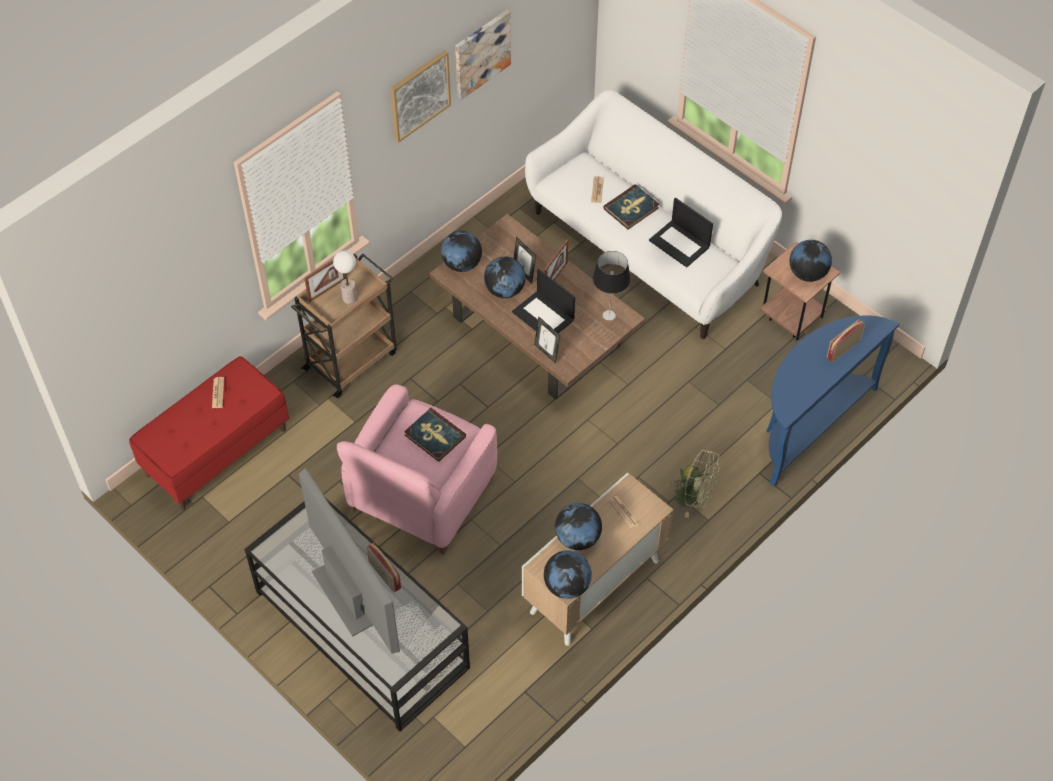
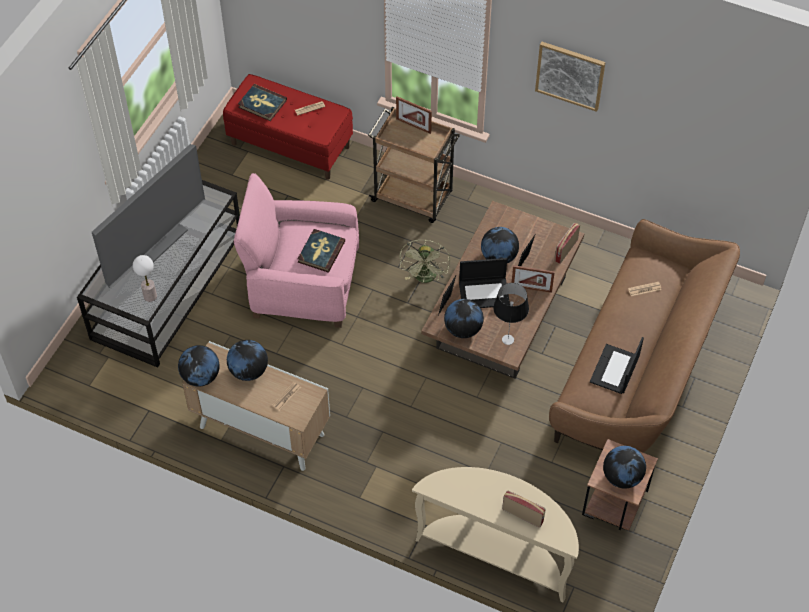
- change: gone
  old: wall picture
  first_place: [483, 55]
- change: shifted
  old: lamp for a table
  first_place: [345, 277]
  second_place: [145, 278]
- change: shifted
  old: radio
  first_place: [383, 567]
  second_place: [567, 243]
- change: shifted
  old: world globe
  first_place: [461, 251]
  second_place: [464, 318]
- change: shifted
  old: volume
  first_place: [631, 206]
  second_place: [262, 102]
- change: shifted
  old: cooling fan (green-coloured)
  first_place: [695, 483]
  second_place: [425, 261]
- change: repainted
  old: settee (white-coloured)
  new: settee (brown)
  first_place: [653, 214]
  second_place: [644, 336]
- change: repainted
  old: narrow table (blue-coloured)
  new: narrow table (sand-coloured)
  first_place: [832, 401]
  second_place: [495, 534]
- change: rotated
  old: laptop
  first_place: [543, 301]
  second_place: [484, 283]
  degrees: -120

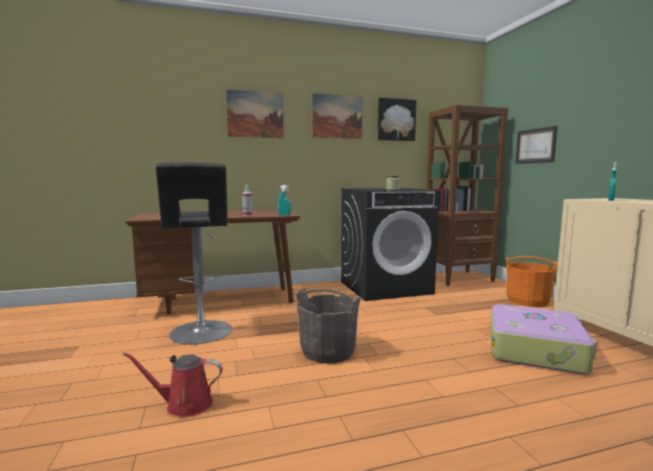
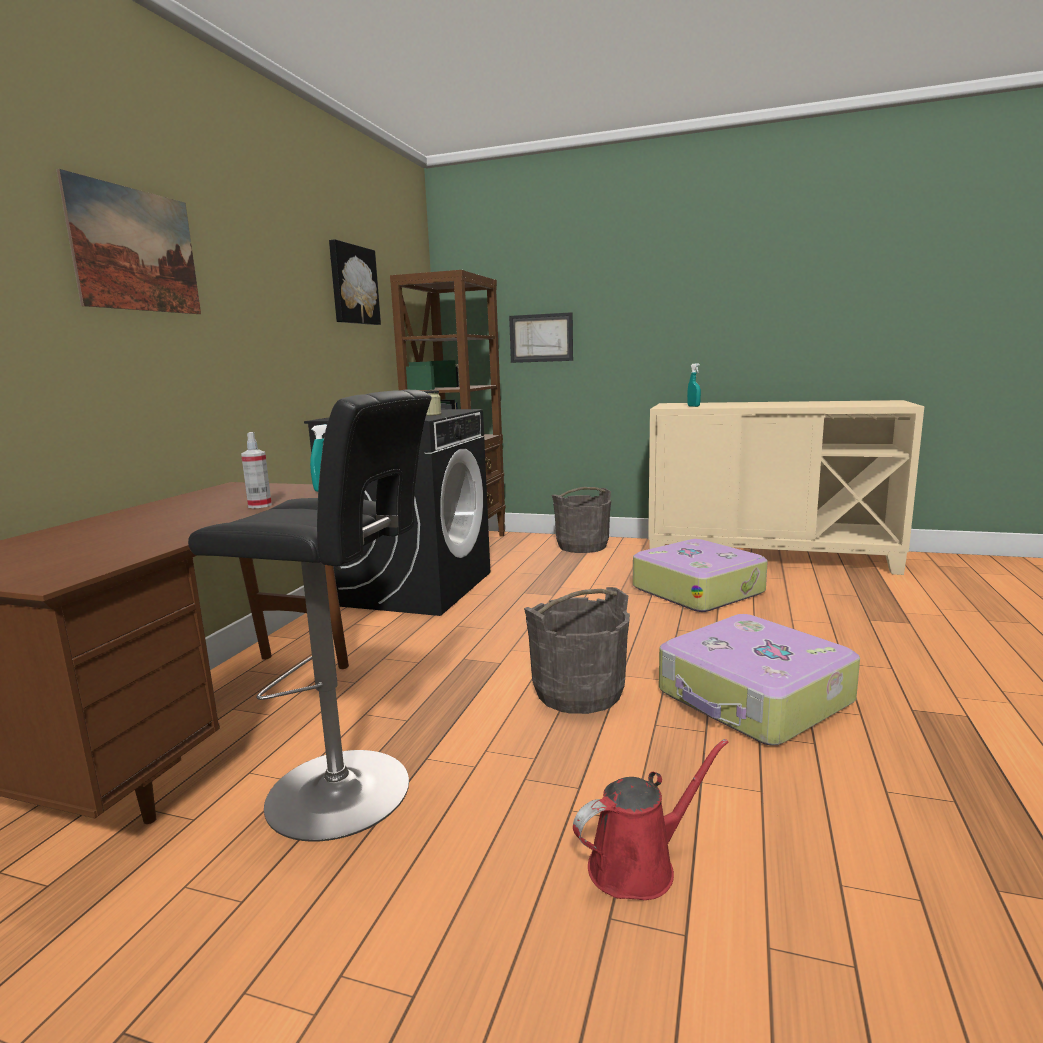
- change: gone
  old: wall picture
  first_place: [337, 116]
- change: new
  new: suitcase
  second_place: [759, 680]
- change: repainted
  old: pail (orange)
  new: pail (grey)
  first_place: [532, 281]
  second_place: [581, 520]
- change: rotated
  old: sprinkling can (red)
  first_place: [172, 384]
  second_place: [651, 819]
  degrees: -150

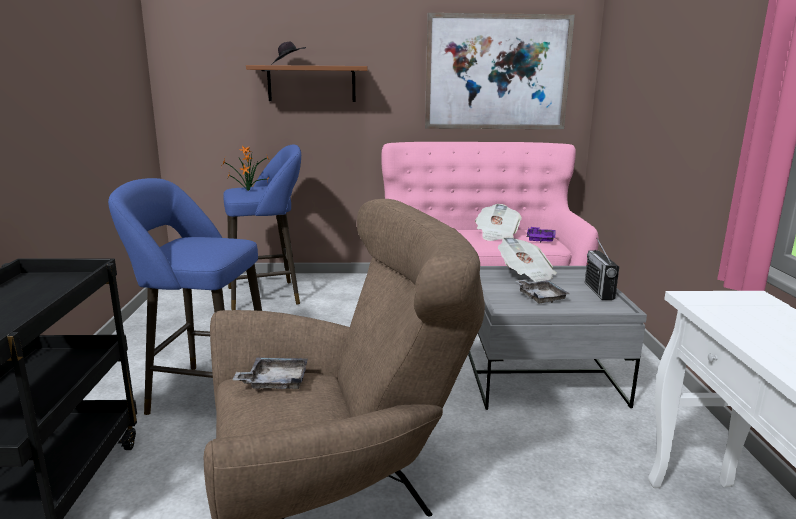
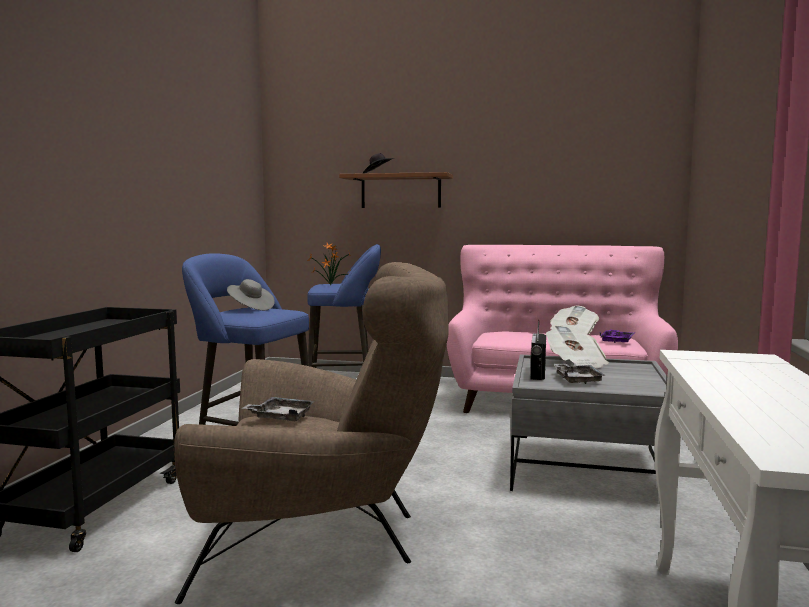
- change: gone
  old: wall picture
  first_place: [500, 71]
- change: new
  new: clothing hat (grey)
  second_place: [251, 295]
- change: shifted
  old: radio
  first_place: [602, 269]
  second_place: [538, 350]

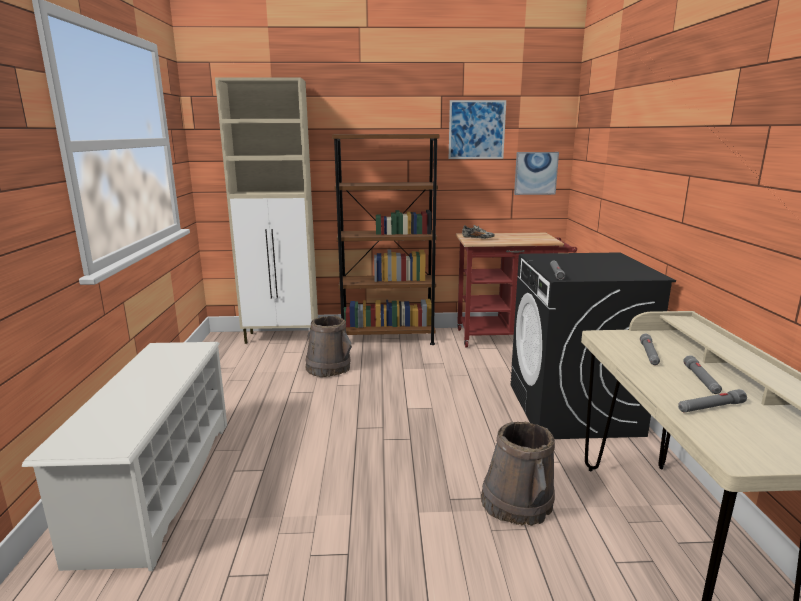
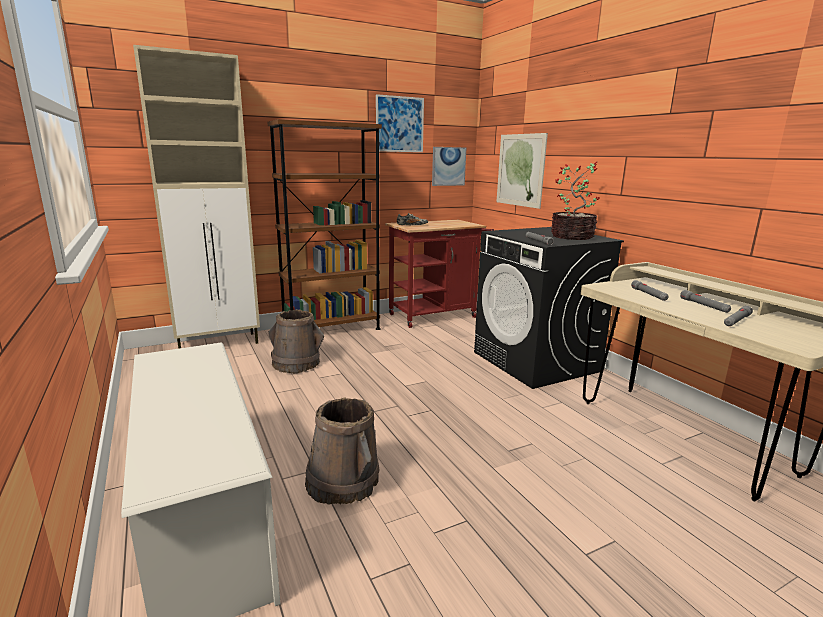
- change: new
  new: wall picture
  second_place: [522, 171]
- change: new
  new: plant in a pot
  second_place: [575, 201]
- change: shifted
  old: pail (brown)
  first_place: [518, 474]
  second_place: [342, 450]

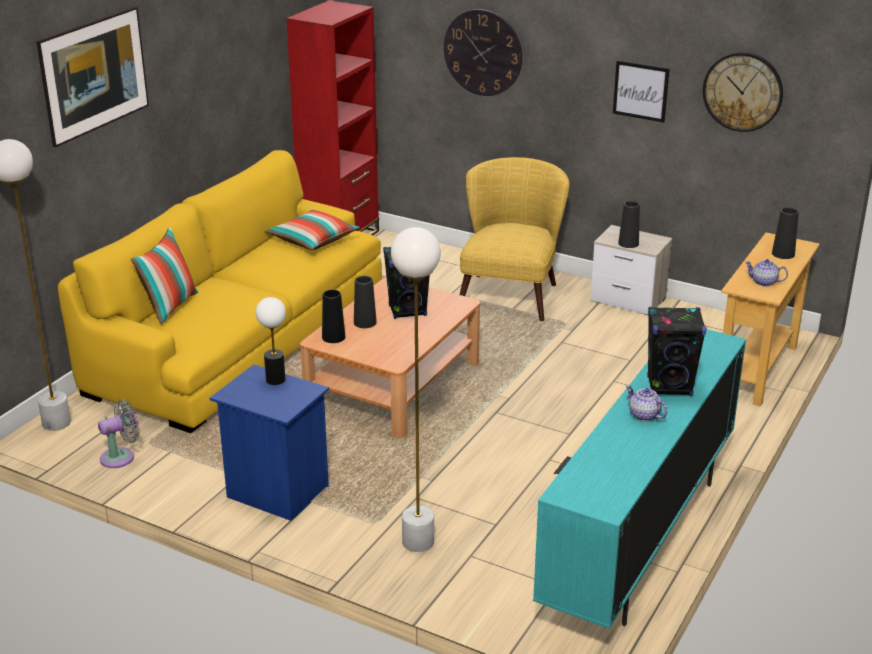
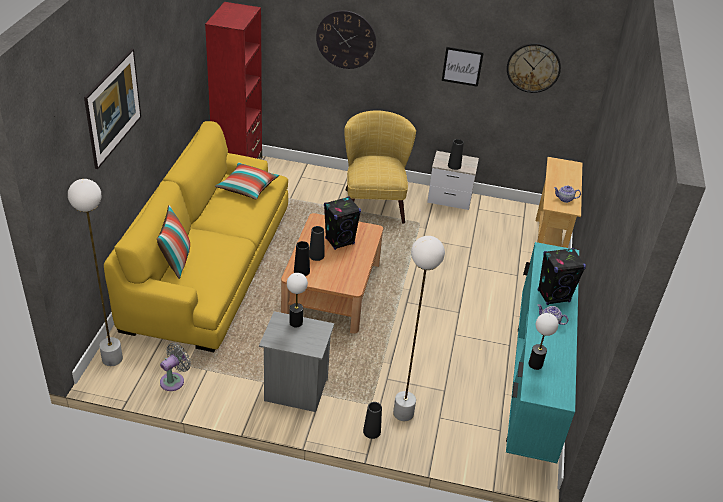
- change: new
  new: lamp for a table
  second_place: [543, 341]
- change: shifted
  old: flower vase (black)
  first_place: [785, 233]
  second_place: [372, 420]
- change: repainted
  old: bedside table (blue-coloured)
  new: bedside table (grey)
  first_place: [269, 442]
  second_place: [296, 361]

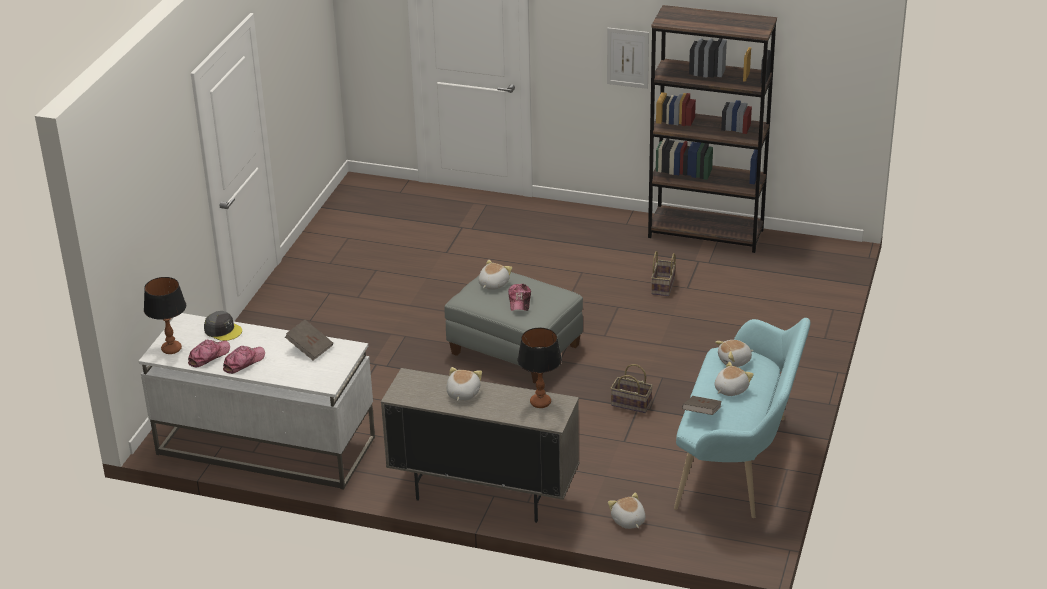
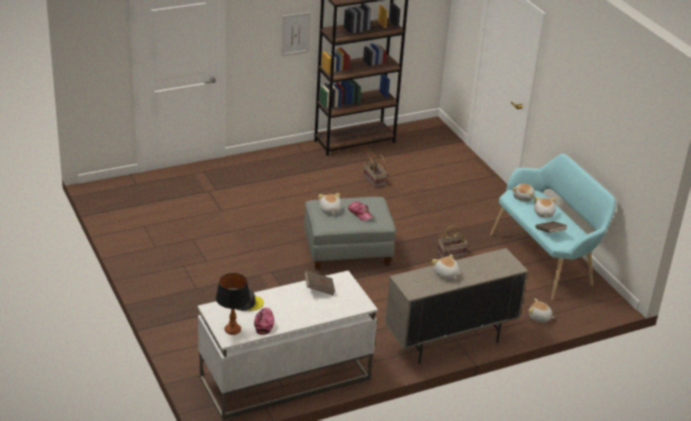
- change: gone
  old: cap
  first_place: [244, 360]
- change: gone
  old: lamp for a table
  first_place: [540, 368]

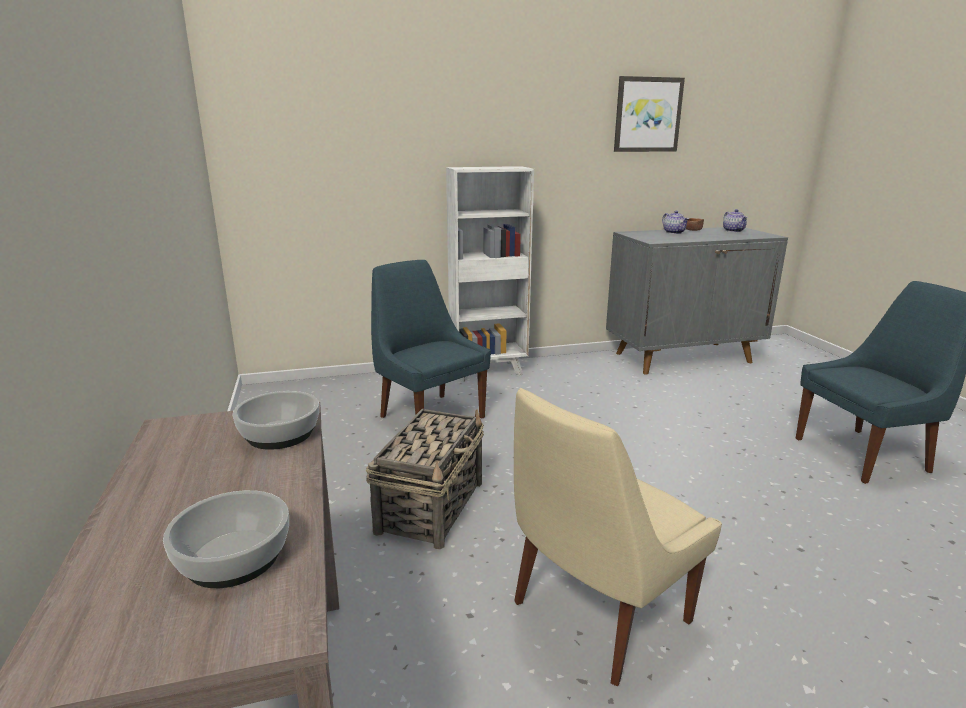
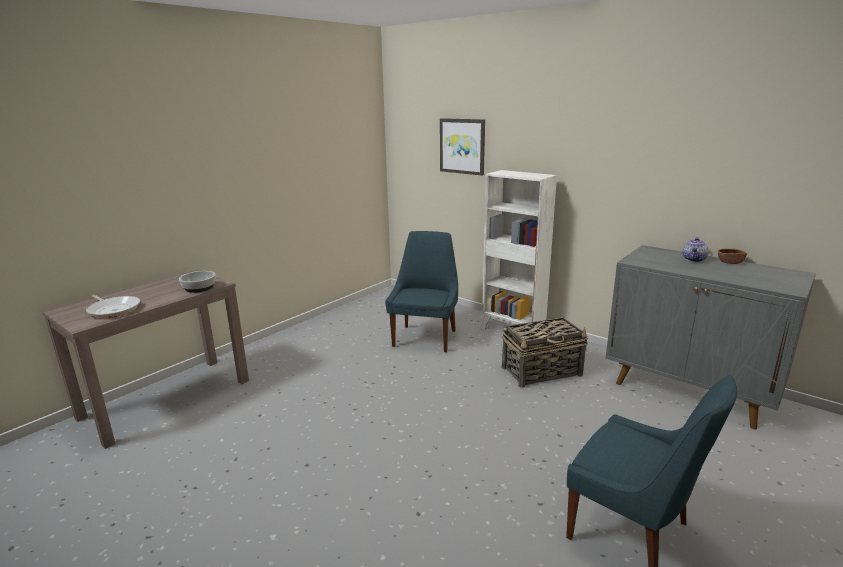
- change: gone
  old: chair (sand-coloured)
  first_place: [618, 537]
- change: gone
  old: tea pot
  first_place: [735, 220]
- change: shifted
  old: basket
  first_place: [425, 479]
  second_place: [545, 352]
- change: shifted
  old: wall picture
  first_place: [649, 114]
  second_place: [462, 147]
- change: swapped
  old: bowl
  new: frying pan
  first_place: [226, 539]
  second_place: [113, 306]

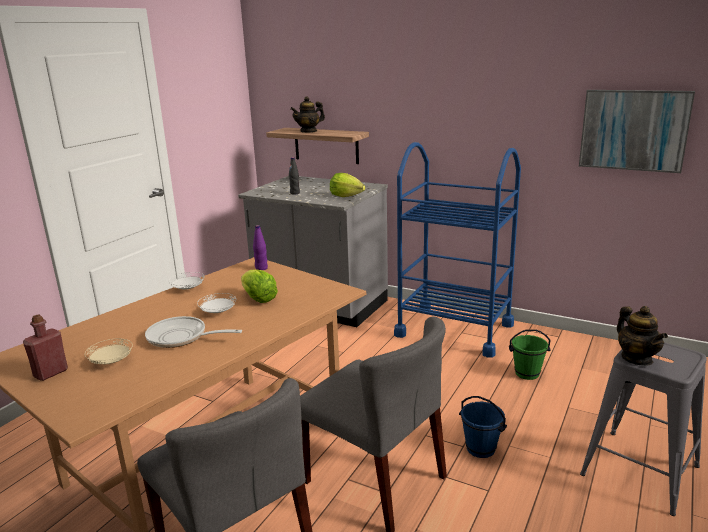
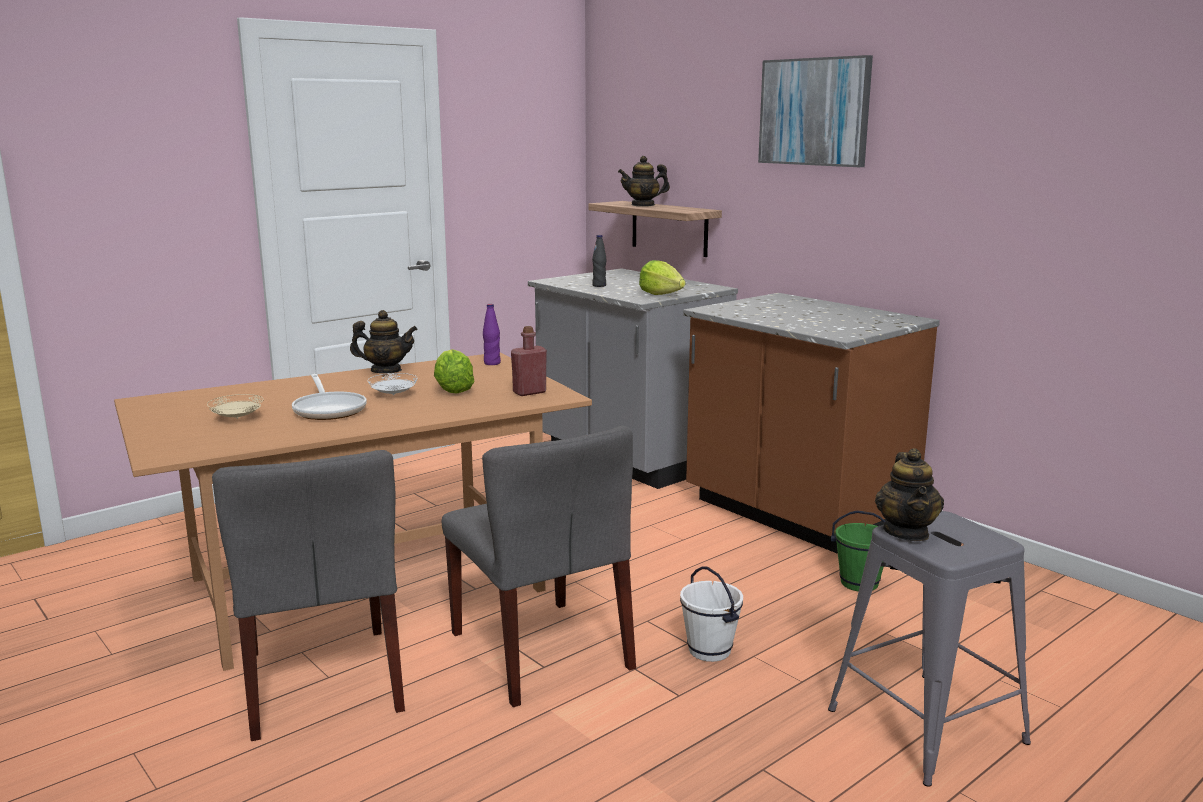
- change: shifted
  old: beverage bottle (red)
  first_place: [45, 347]
  second_place: [529, 361]
- change: shifted
  old: wall picture
  first_place: [637, 131]
  second_place: [815, 111]
- change: swapped
  old: plate (white-coloured)
  new: tea pot
  first_place: [186, 280]
  second_place: [384, 341]
- change: swapped
  old: cart (blue-coloured)
  new: counter (brown)
  first_place: [457, 250]
  second_place: [811, 423]
- change: repainted
  old: pail (blue-coloured)
  new: pail (white-coloured)
  first_place: [483, 427]
  second_place: [711, 614]
- change: rotated
  old: frying pan
  first_place: [193, 332]
  second_place: [329, 397]
  degrees: -150

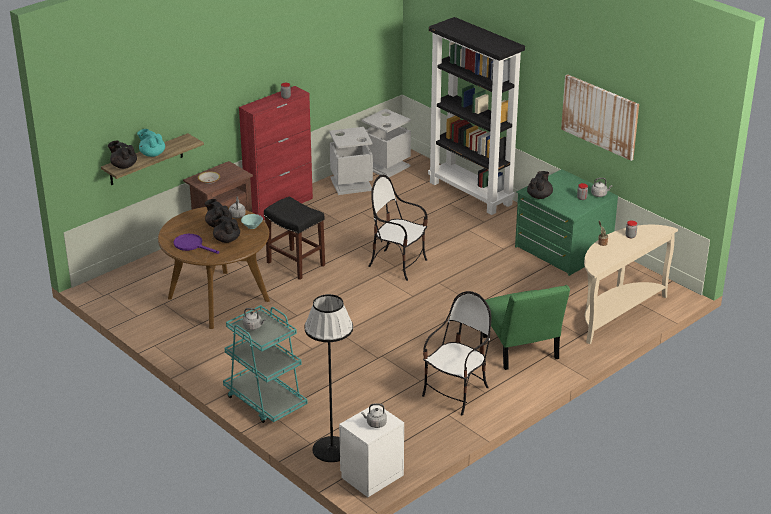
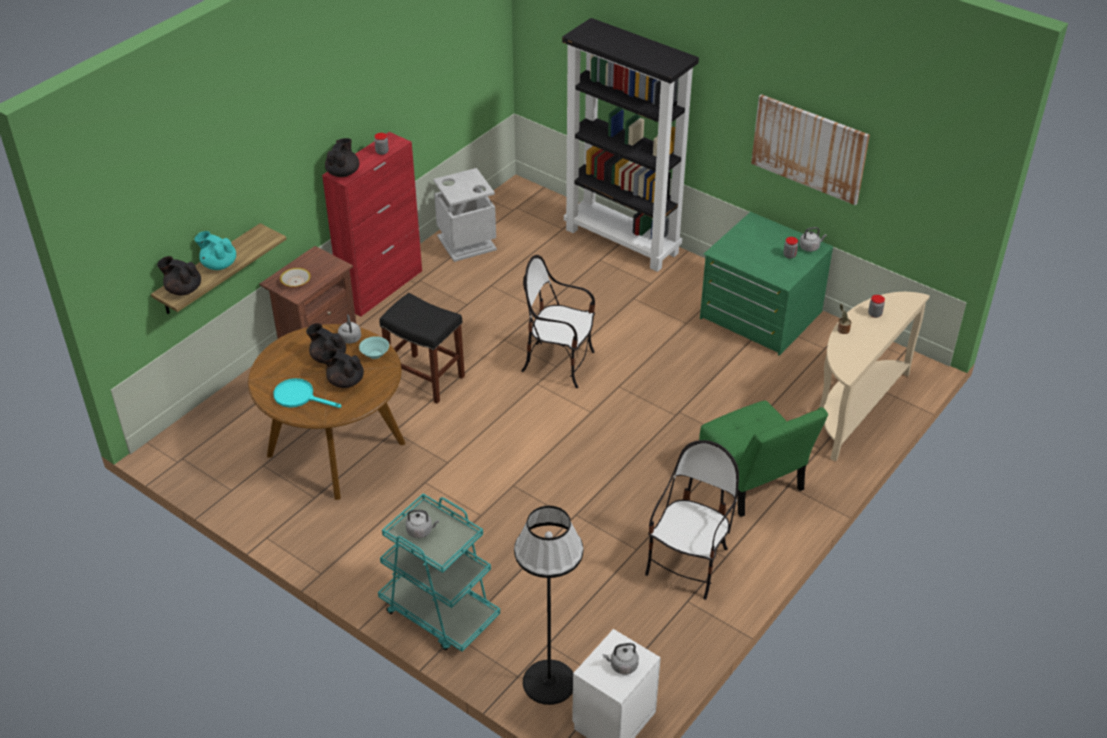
- change: gone
  old: trash can (grey)
  first_place: [386, 143]
- change: shifted
  old: tea pot (black)
  first_place: [540, 185]
  second_place: [342, 157]
- change: repainted
  old: frying pan (purple-coloured)
  new: frying pan (turquoise)
  first_place: [196, 244]
  second_place: [307, 393]

